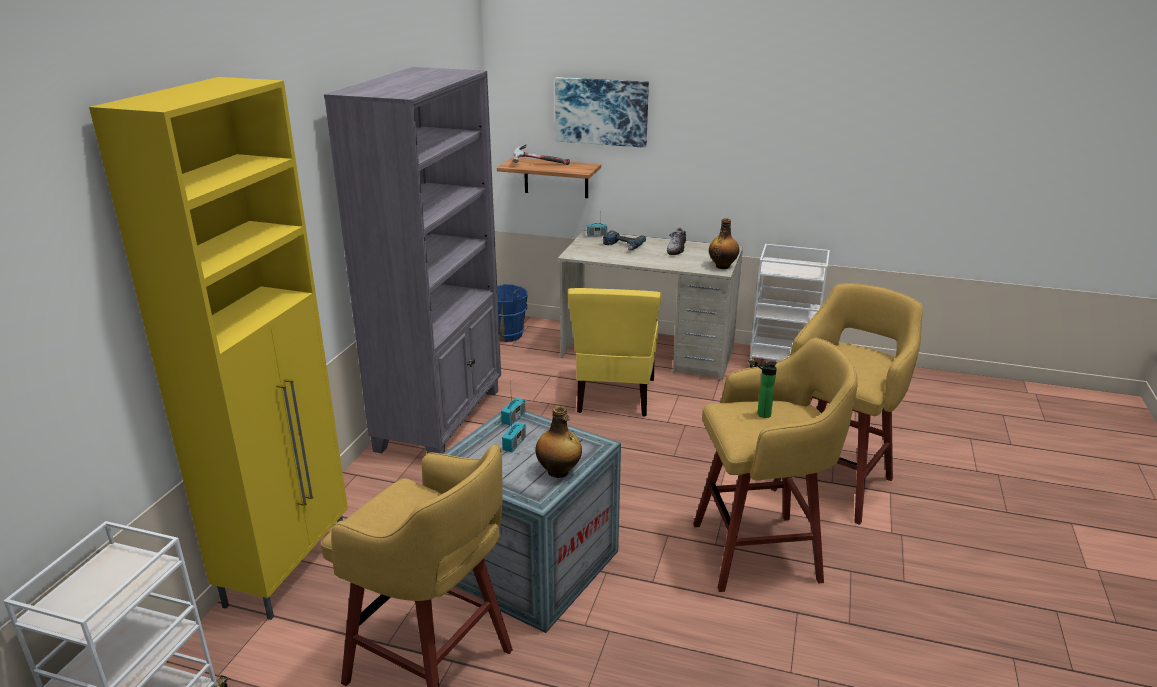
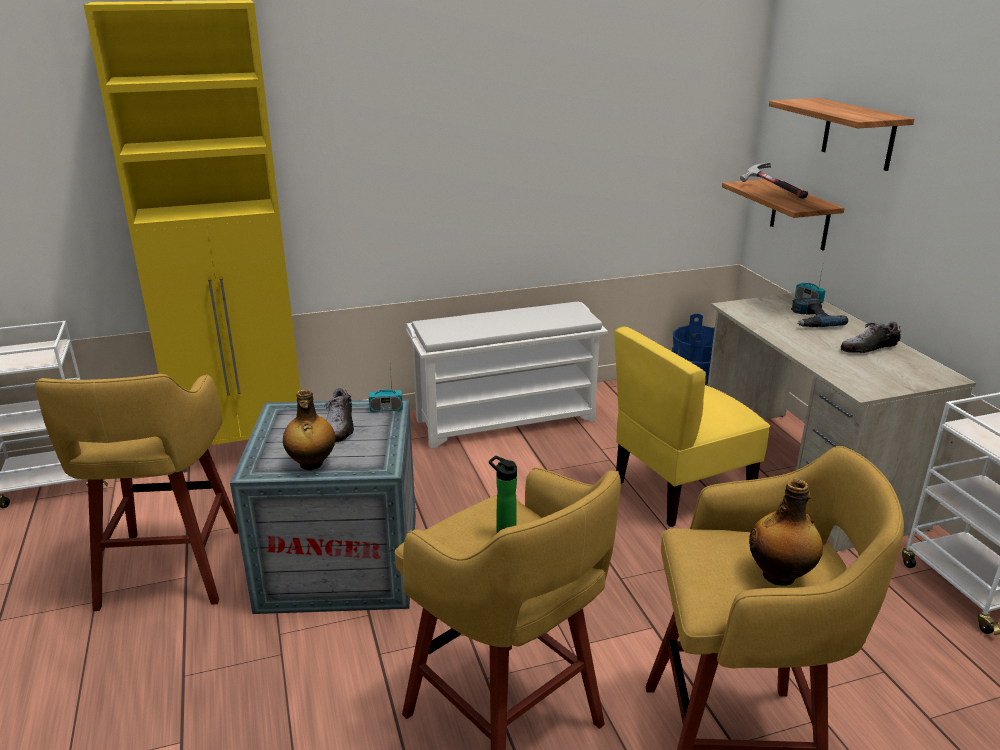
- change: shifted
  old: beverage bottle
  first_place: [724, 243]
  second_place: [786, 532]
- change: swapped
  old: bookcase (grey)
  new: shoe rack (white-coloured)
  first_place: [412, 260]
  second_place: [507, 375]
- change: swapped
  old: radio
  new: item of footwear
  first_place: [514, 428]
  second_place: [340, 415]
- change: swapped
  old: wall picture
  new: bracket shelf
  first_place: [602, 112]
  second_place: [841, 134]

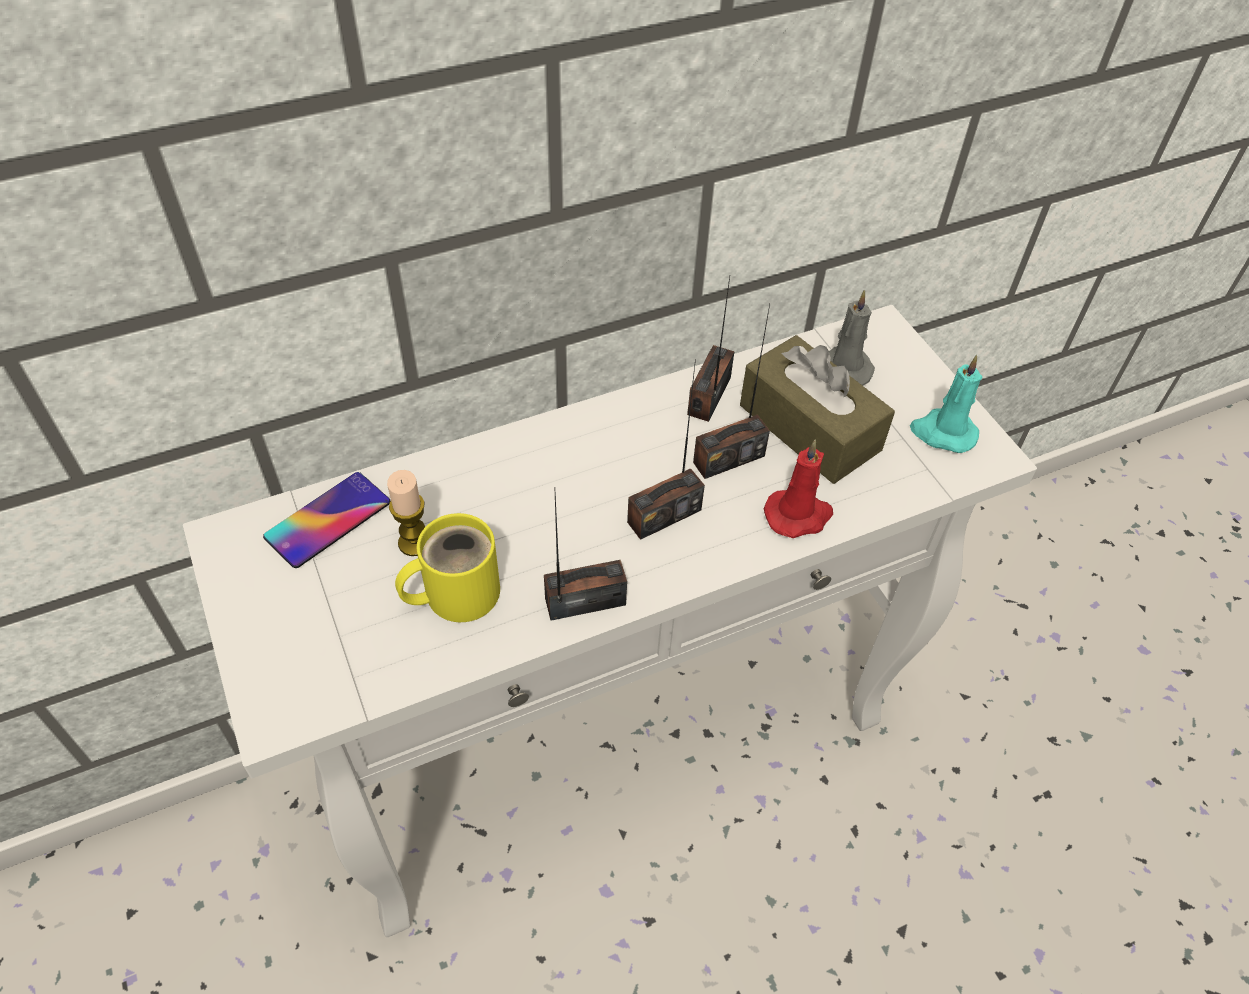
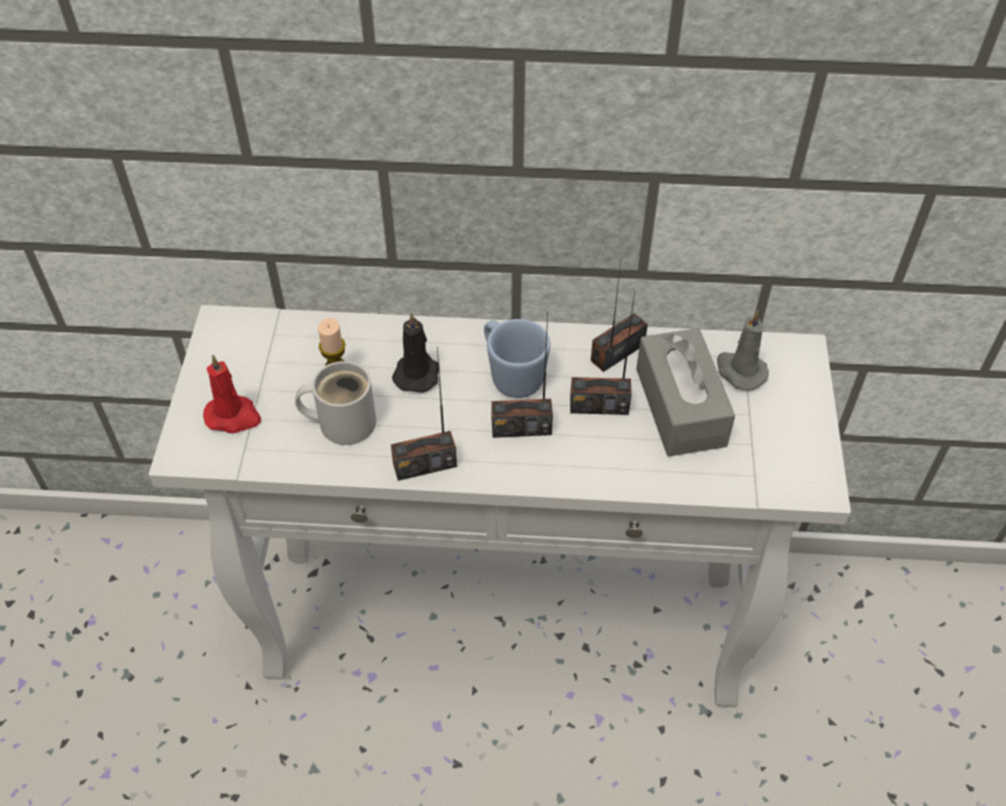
- change: gone
  old: telephone
  first_place: [327, 520]
- change: gone
  old: wax light (turquoise)
  first_place: [946, 404]
- change: new
  new: wax light (black)
  second_place: [416, 352]
- change: new
  new: tea mug (blue-coloured)
  second_place: [517, 358]
- change: shifted
  old: wax light (red)
  first_place: [798, 488]
  second_place: [232, 394]
- change: repainted
  old: tea mug (yellow)
  new: tea mug (white-coloured)
  first_place: [447, 567]
  second_place: [335, 403]
- change: repainted
  old: tissue holder (brown)
  new: tissue holder (grey)
  first_place: [817, 409]
  second_place: [685, 392]
- change: rotated
  old: radio
  first_place: [585, 554]
  second_place: [424, 413]
  degrees: 150

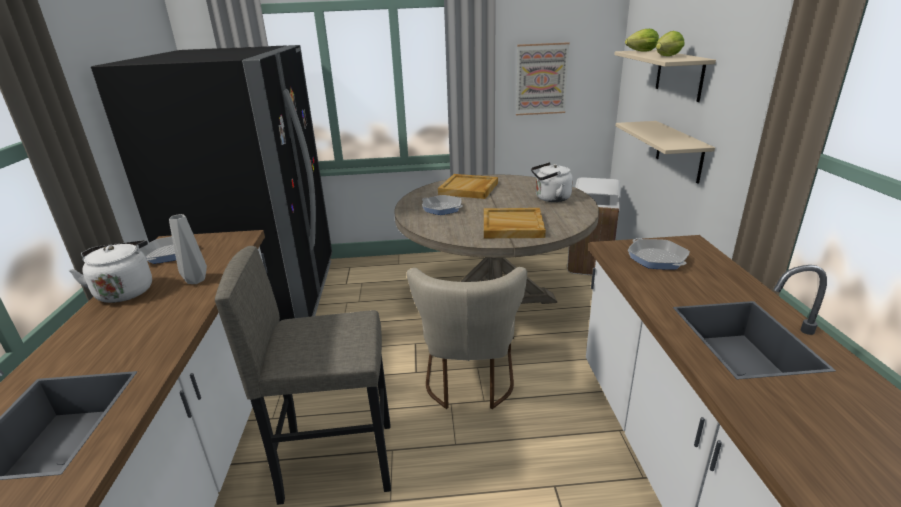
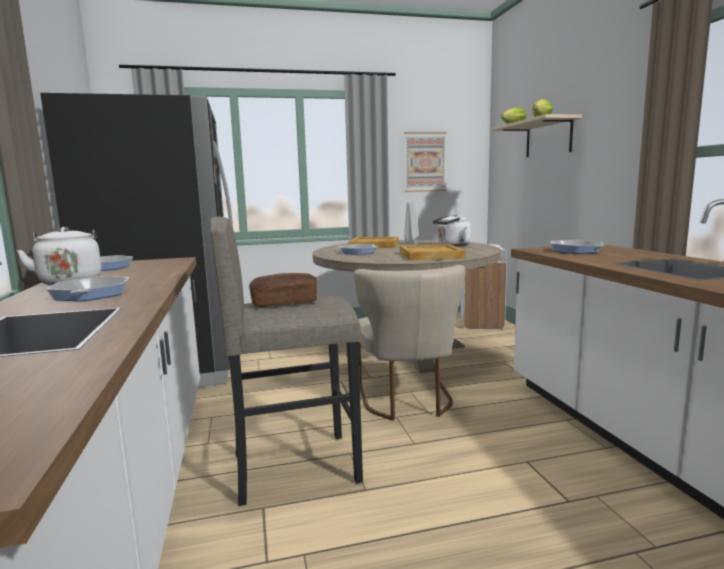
- change: gone
  old: bracket shelf (sand-coloured)
  first_place: [665, 152]
- change: new
  new: frying pan
  second_place: [87, 288]
- change: new
  new: bread
  second_place: [283, 290]
- change: shifted
  old: flower vase (grey)
  first_place: [188, 249]
  second_place: [411, 223]

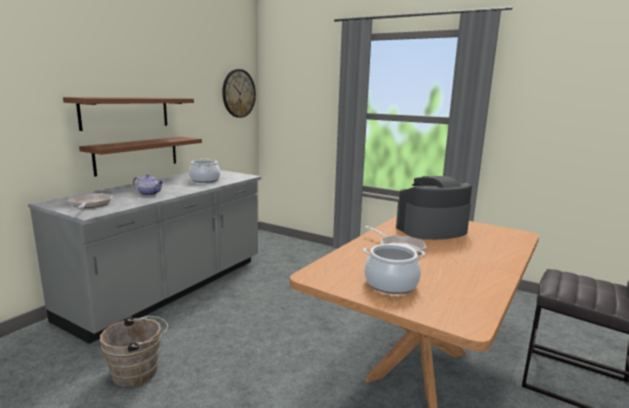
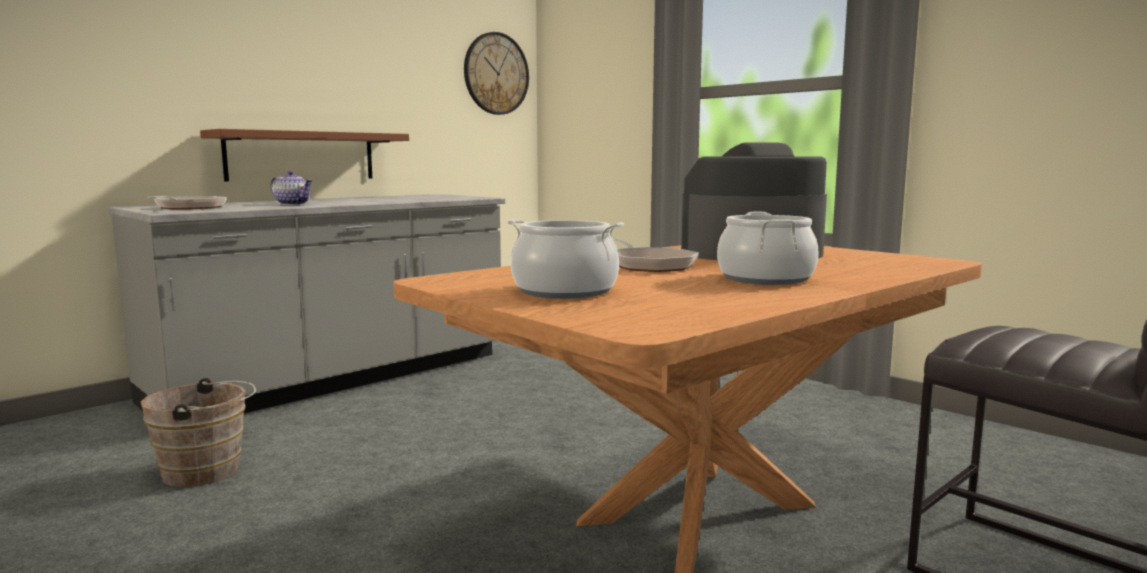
- change: gone
  old: bracket shelf (brown)
  first_place: [128, 114]
- change: shifted
  old: cooking pot
  first_place: [204, 170]
  second_place: [767, 248]

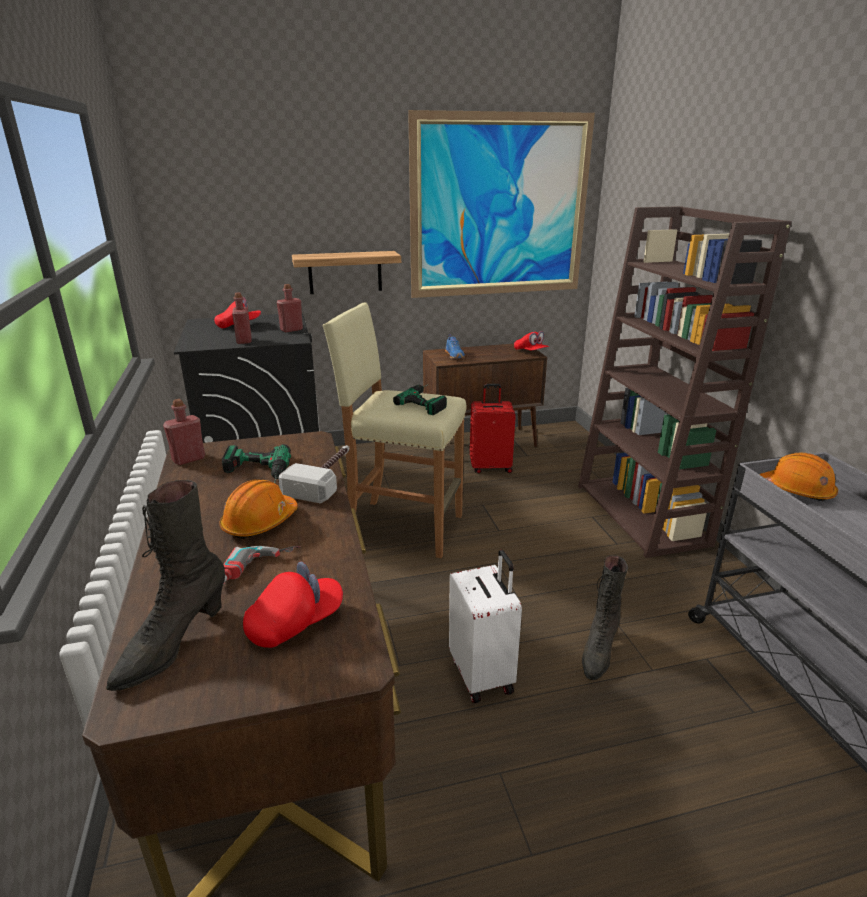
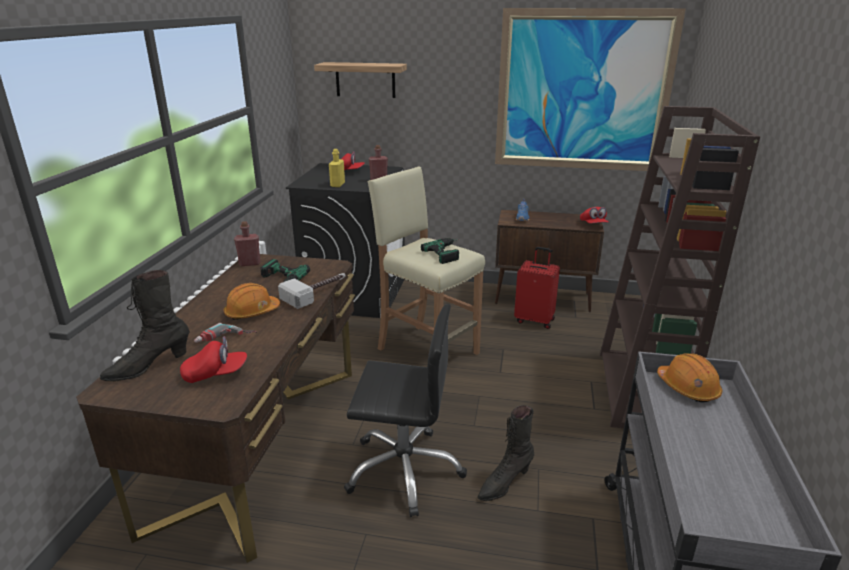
- change: shifted
  old: bracket shelf
  first_place: [346, 272]
  second_place: [360, 80]
- change: swapped
  old: suitcase (white-coloured)
  new: computer chair (black)
  first_place: [485, 626]
  second_place: [405, 410]
- change: repainted
  old: beverage bottle (red)
  new: beverage bottle (yellow)
  first_place: [242, 318]
  second_place: [337, 168]

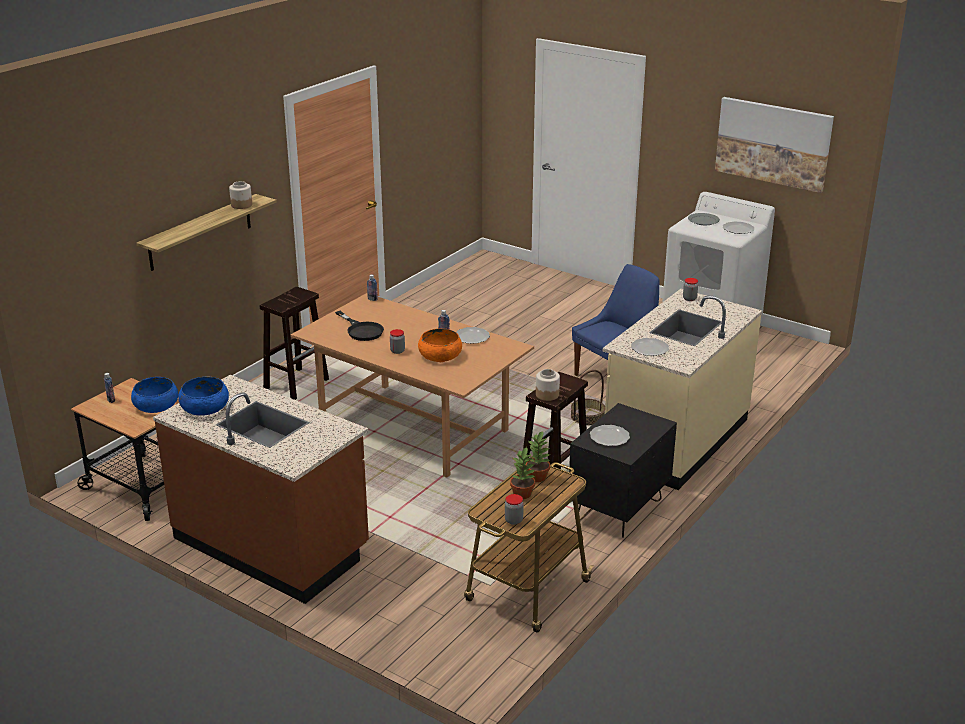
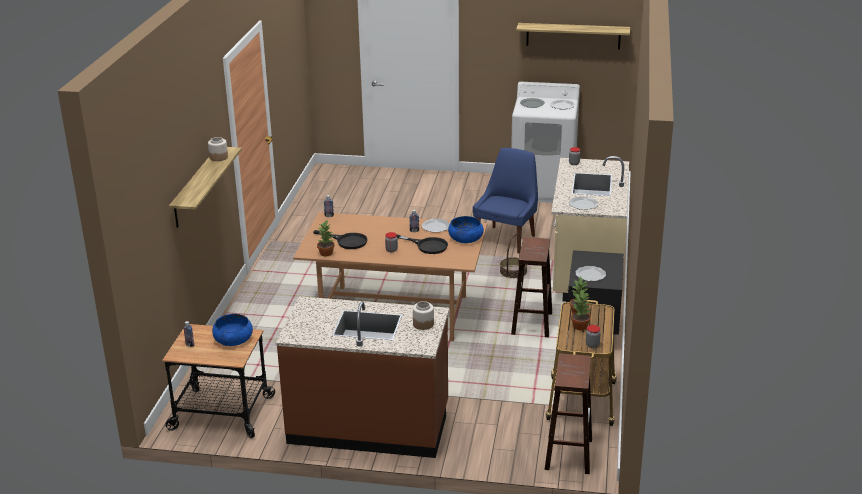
- change: new
  new: plant in a pot
  second_place: [326, 237]
- change: shifted
  old: bowl (blue-coloured)
  first_place: [203, 396]
  second_place: [466, 229]
- change: shifted
  old: sitting stool (brown)
  first_place: [294, 343]
  second_place: [568, 413]
- change: shifted
  old: storage jar
  first_place: [548, 385]
  second_place: [423, 315]
- change: swapped
  old: bowl (orange)
  new: frying pan (black)
  first_place: [440, 345]
  second_place: [422, 244]
- change: swapped
  old: wall picture
  new: bracket shelf
  first_place: [774, 145]
  second_place: [573, 36]

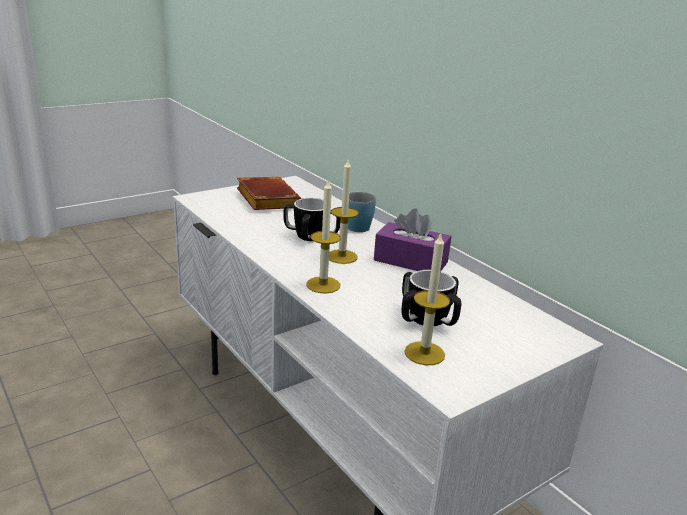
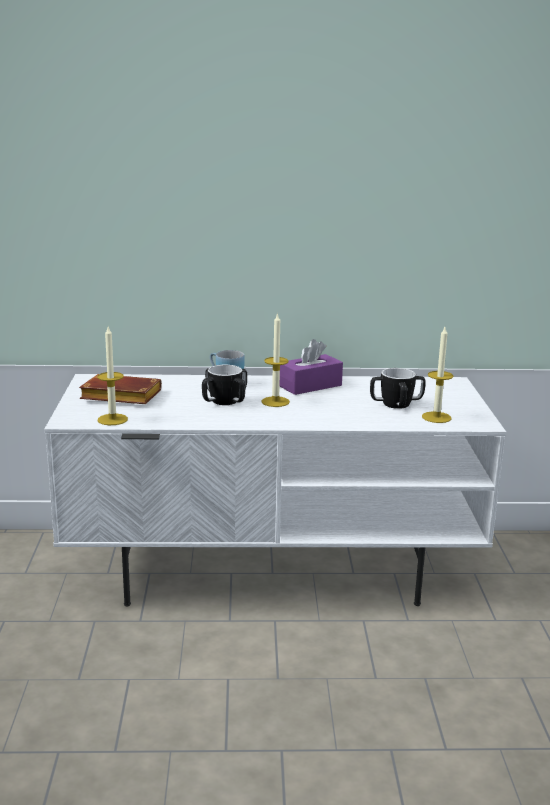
- change: shifted
  old: wax light
  first_place: [323, 236]
  second_place: [112, 376]

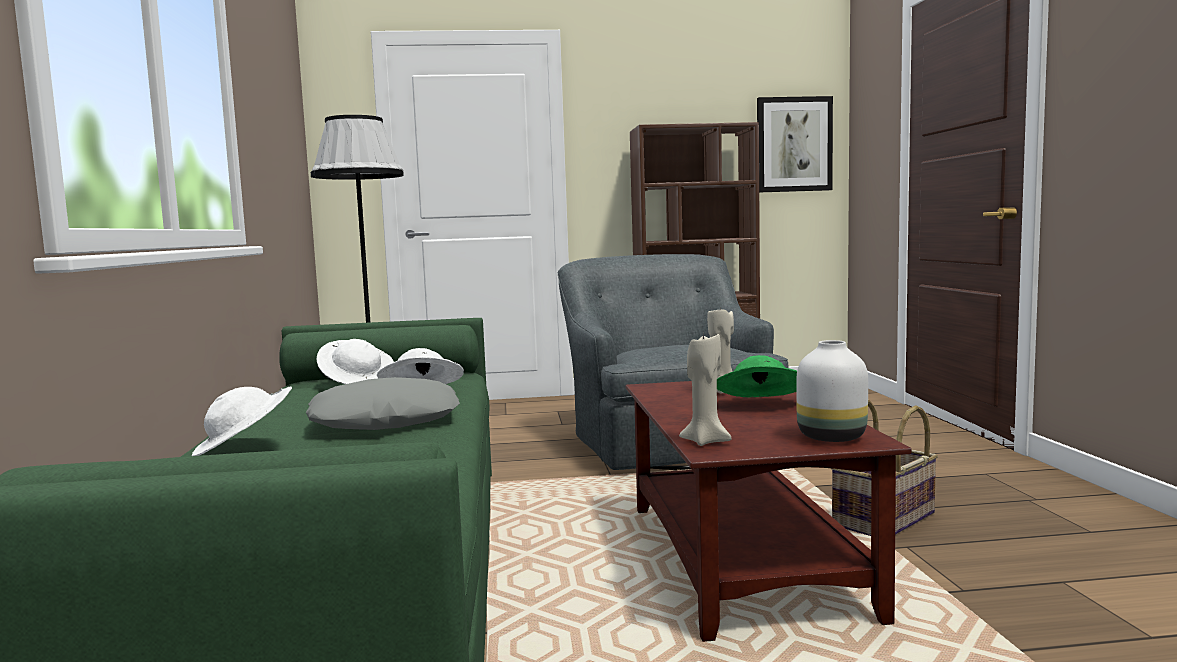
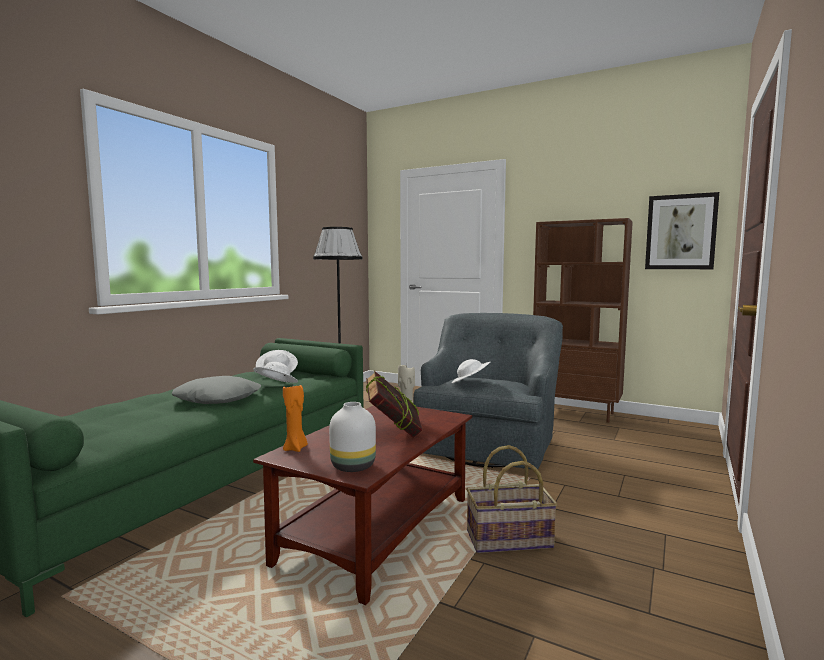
- change: shifted
  old: clothing hat (white-coloured)
  first_place: [242, 421]
  second_place: [471, 371]
- change: swapped
  old: clothing hat (green-coloured)
  new: volume
  first_place: [757, 376]
  second_place: [394, 404]
- change: repainted
  old: wax light (sand-coloured)
  new: wax light (orange)
  first_place: [705, 389]
  second_place: [295, 418]

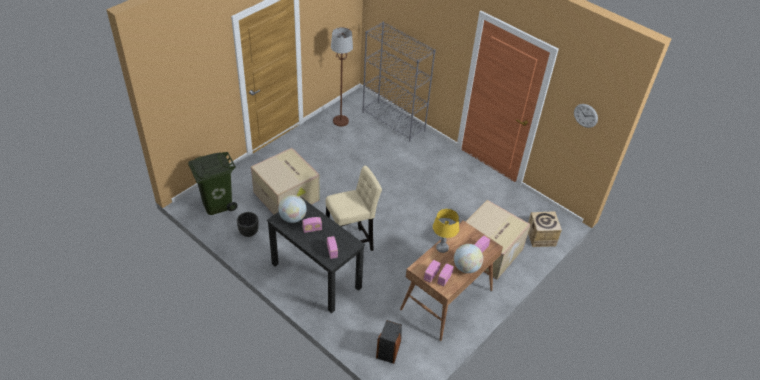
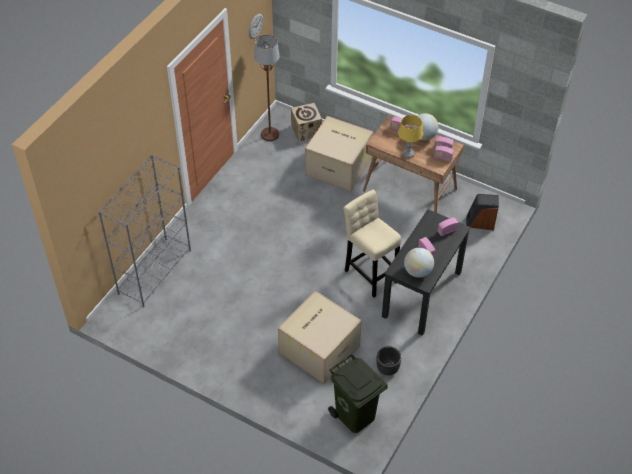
- change: shifted
  old: standing lamp (brown)
  first_place: [342, 77]
  second_place: [266, 88]

